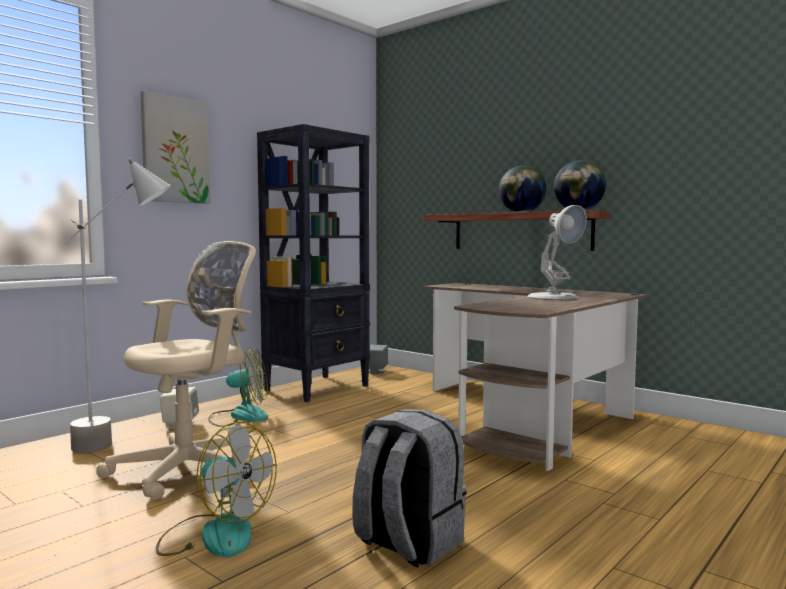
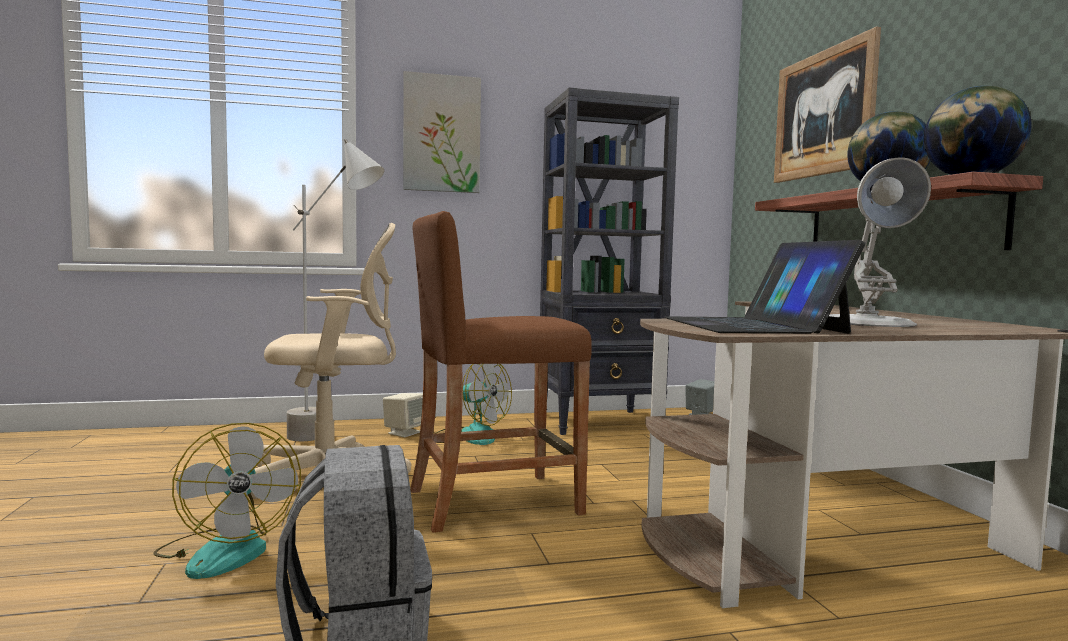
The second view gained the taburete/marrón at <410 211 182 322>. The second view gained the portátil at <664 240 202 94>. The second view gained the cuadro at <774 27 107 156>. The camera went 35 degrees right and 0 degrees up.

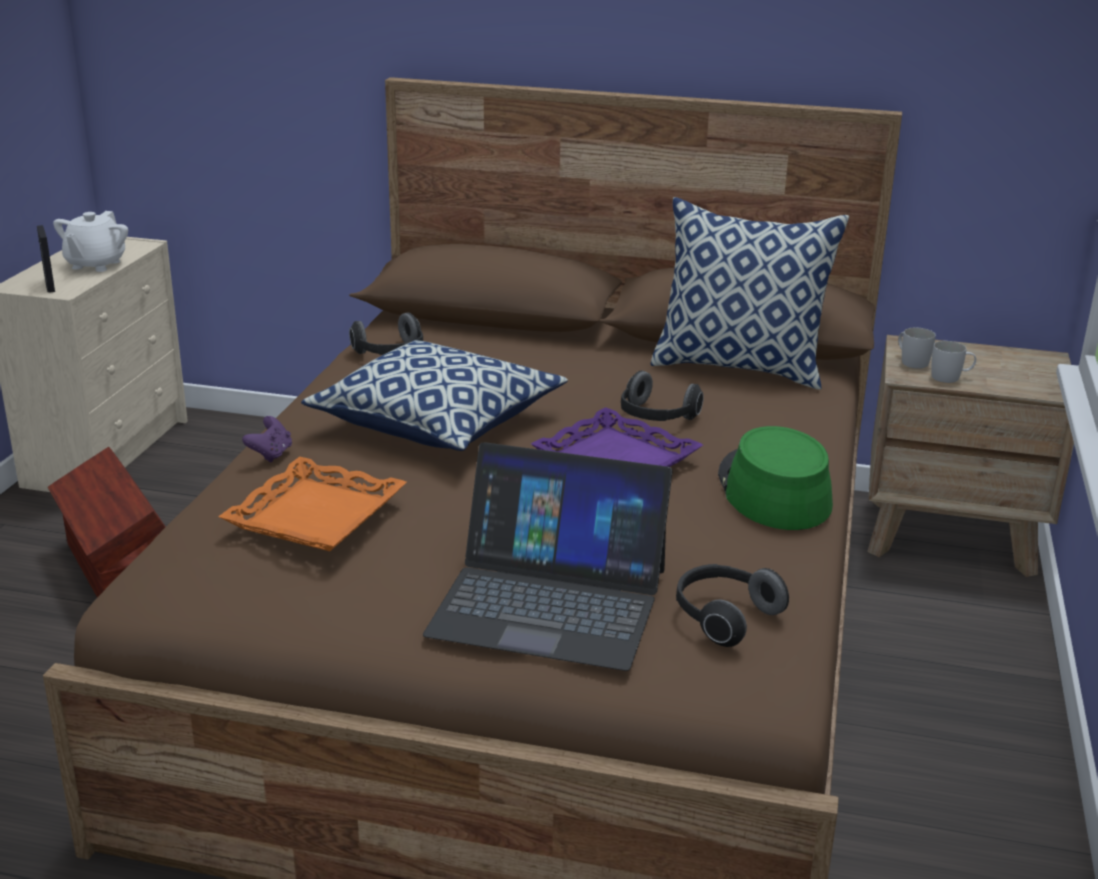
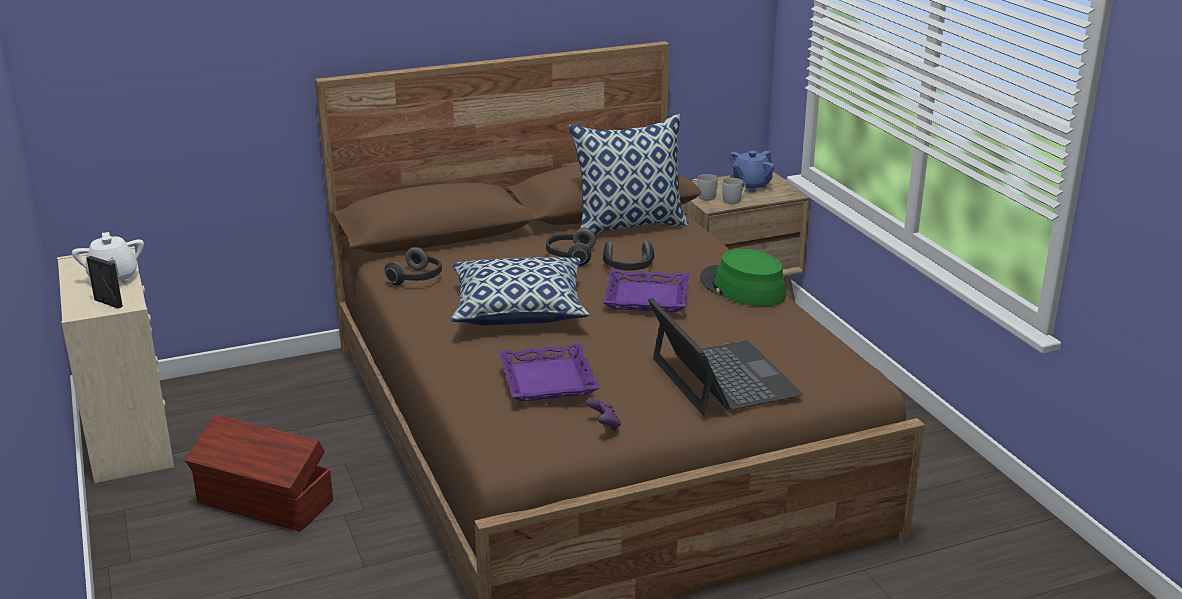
What was the bandeja/naranja at <218 457 189 94> turned into the bandeja/morado at <498 343 102 59>. The mando de consola/morado ended up elsewhere, having gone from <242 416 50 47> to <586 398 35 33>. The portátil at <423 442 250 229> ended up facing another way, 90 degrees counterclockwise from before. The auriculares ended up elsewhere, having gone from <676 564 113 83> to <546 228 50 38>. The second view gained the tetera/azul at <730 151 45 41>. The camera went 35 degrees left and 0 degrees up.

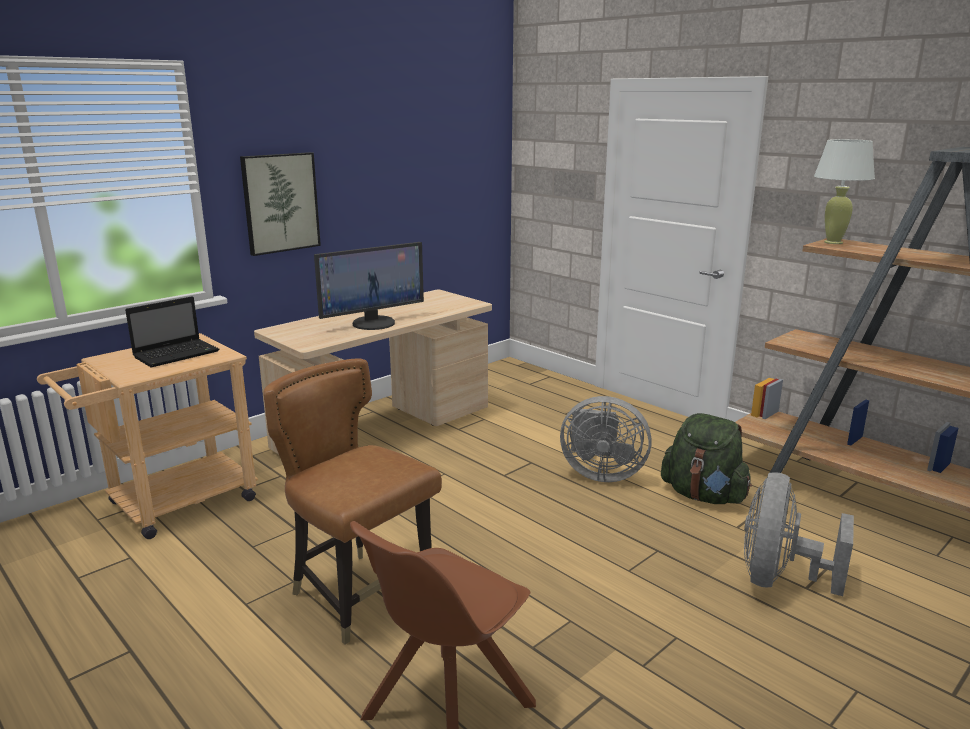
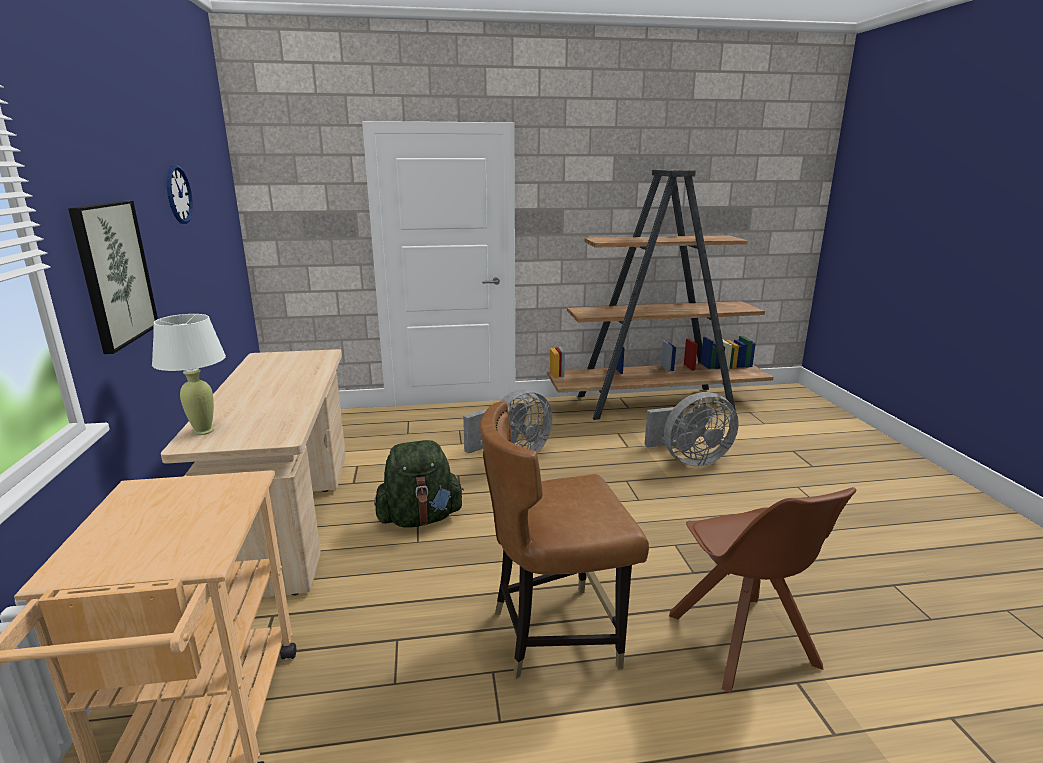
The second view lost the portátil at <125 296 94 72>. The second view lost the monitor at <314 242 110 88>. The mochila/verde ended up elsewhere, having gone from <661 413 91 91> to <374 440 90 87>. The ventilador/gris at <744 472 110 124> ended up facing another way, 75 degrees counterclockwise from before. The lámpara de mesa/blanco ended up elsewhere, having gone from <814 139 61 105> to <152 314 74 121>. The second view gained the reloj de pared at <167 165 26 59>. The camera went 55 degrees left and 0 degrees up.

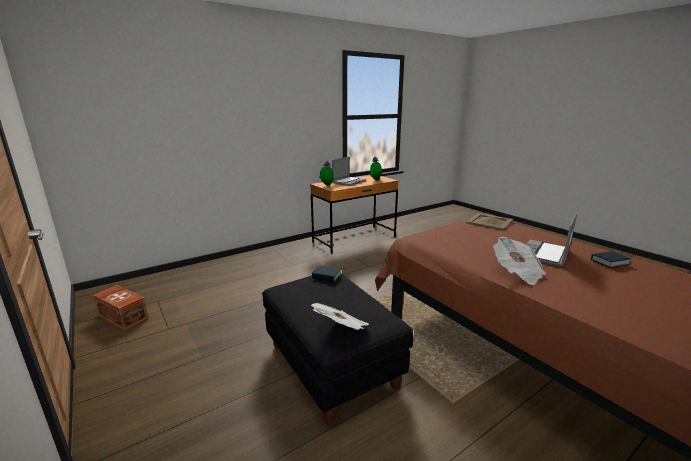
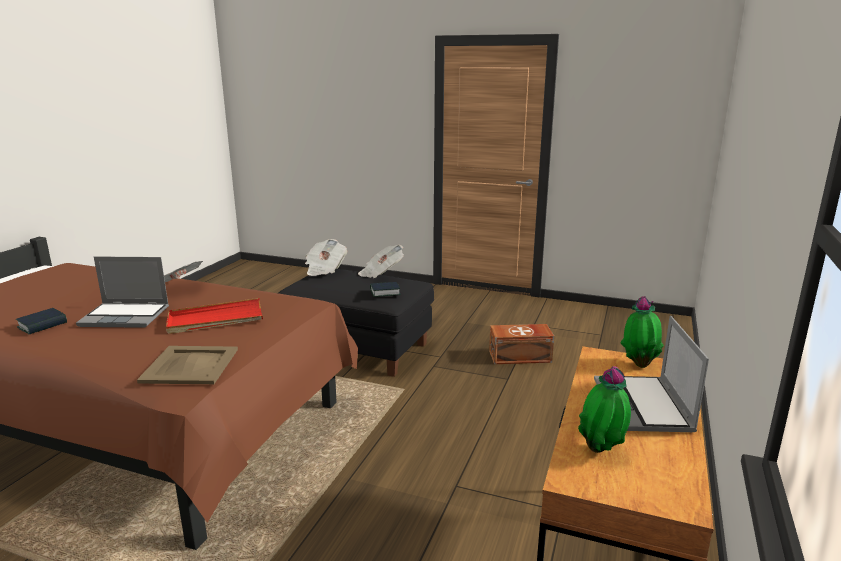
The caja de almacenaje/marrón ended up elsewhere, having gone from <93 285 55 45> to <489 324 65 40>. The portátil at <526 213 51 54> ended up facing another way, 90 degrees clockwise from before. The second view gained the bandeja/rojo at <166 298 97 36>. The second view gained the periódico at <358 245 46 33>. The camera went 145 degrees right and 0 degrees up.

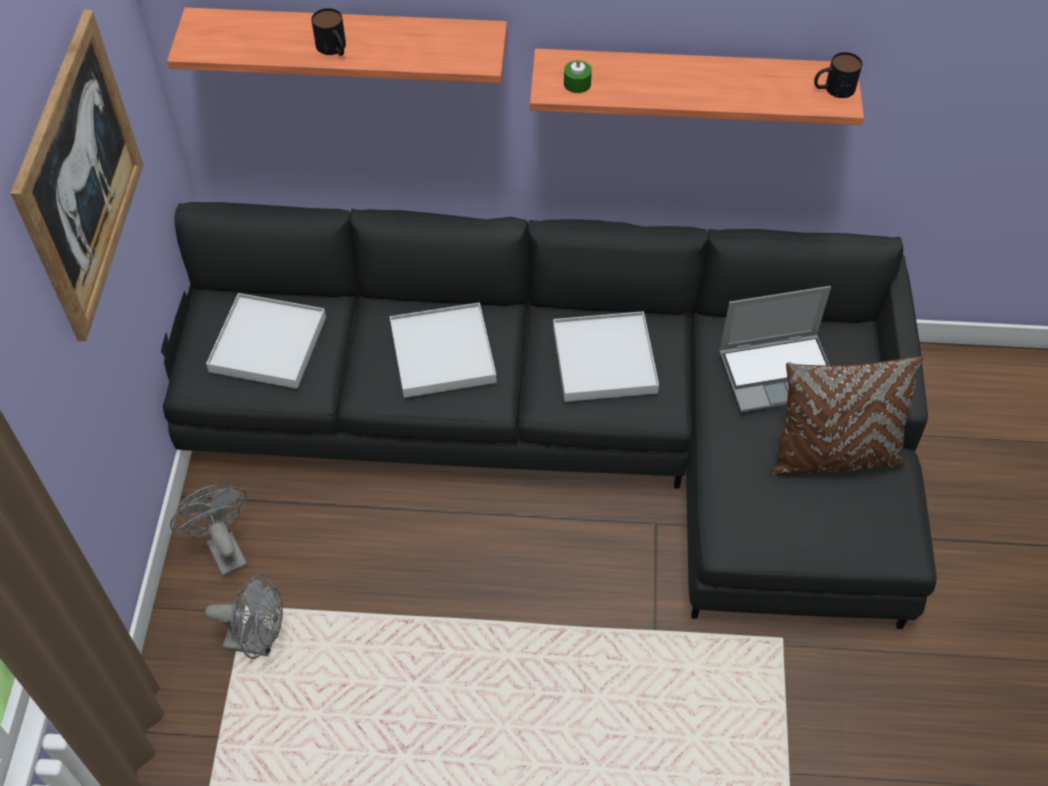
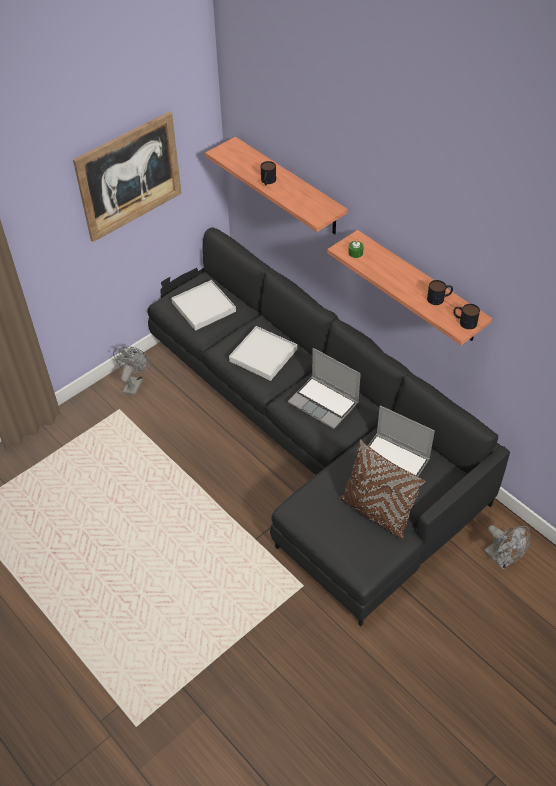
The ventilador/gris ended up elsewhere, having gone from <205 573 78 86> to <484 525 46 45>. Where the bandeja/blanco stood at <553 311 106 91>, the portátil came to stand at <288 348 73 81>. The second view gained the taza grande at <427 280 26 25>. The camera went 45 degrees right and 5 degrees down.

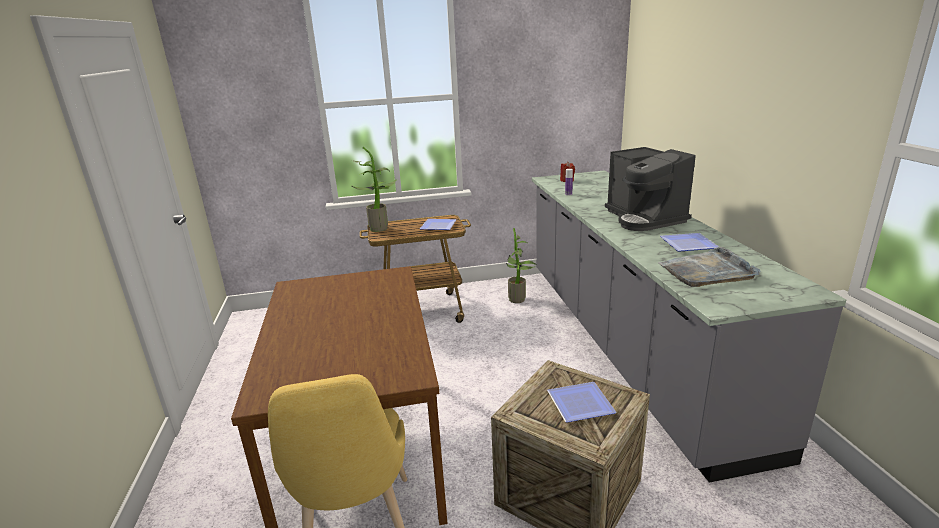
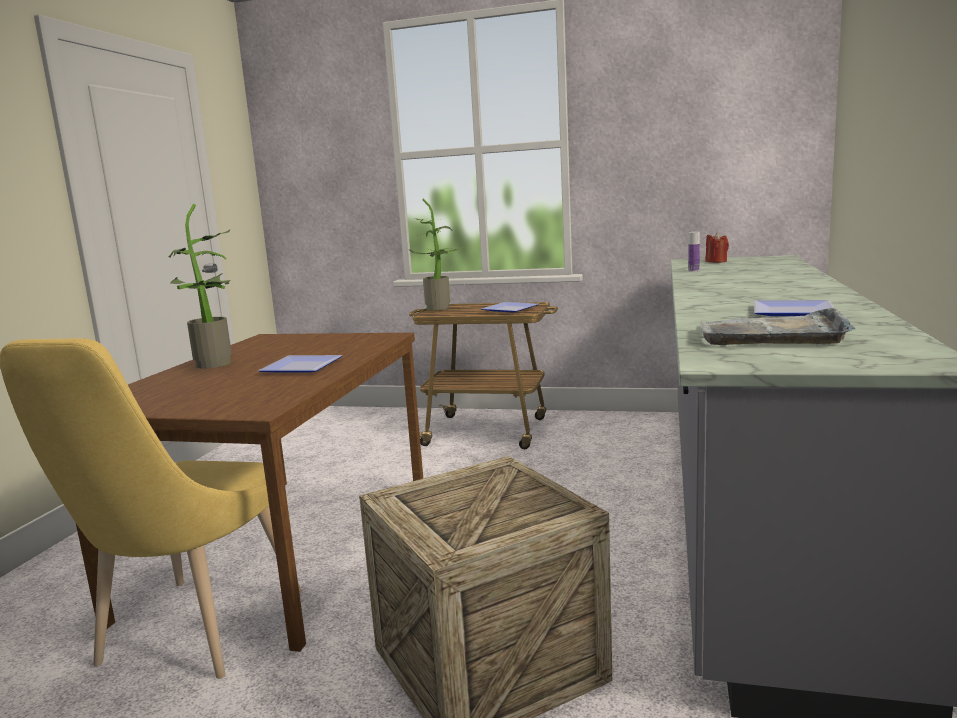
The planta en maceta ended up elsewhere, having gone from <506 228 31 75> to <169 204 63 165>. The plato ended up elsewhere, having gone from <547 382 70 41> to <258 355 84 17>. The second view lost the cafetera at <605 147 91 84>. The camera went 25 degrees right and 10 degrees down.

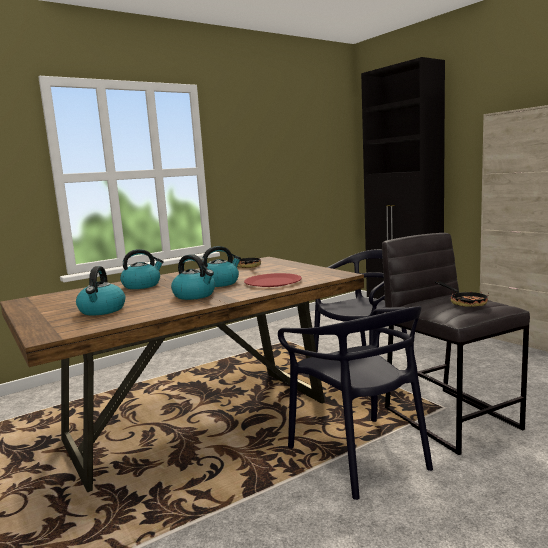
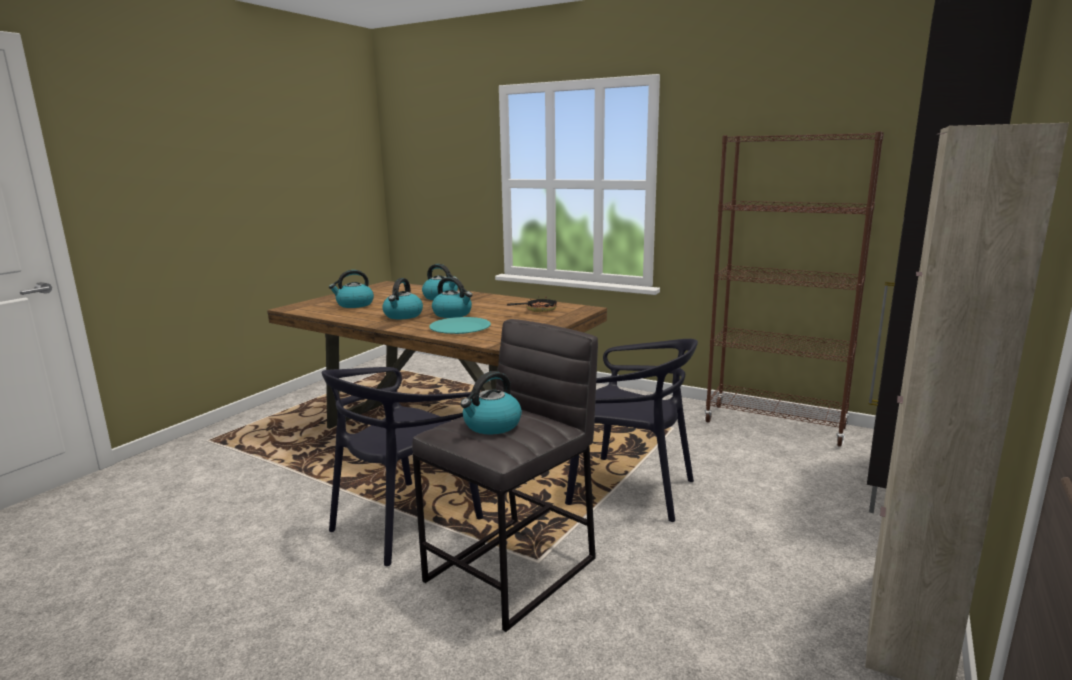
What was the plato/rojo at <244 273 58 14> turned into the plato/turquesa at <429 317 62 17>. Where the sartén stood at <435 281 54 26>, the hervidor came to stand at <460 371 62 64>. The second view gained the estantería/marrón at <704 131 180 315>. The camera went 65 degrees right and 5 degrees up.

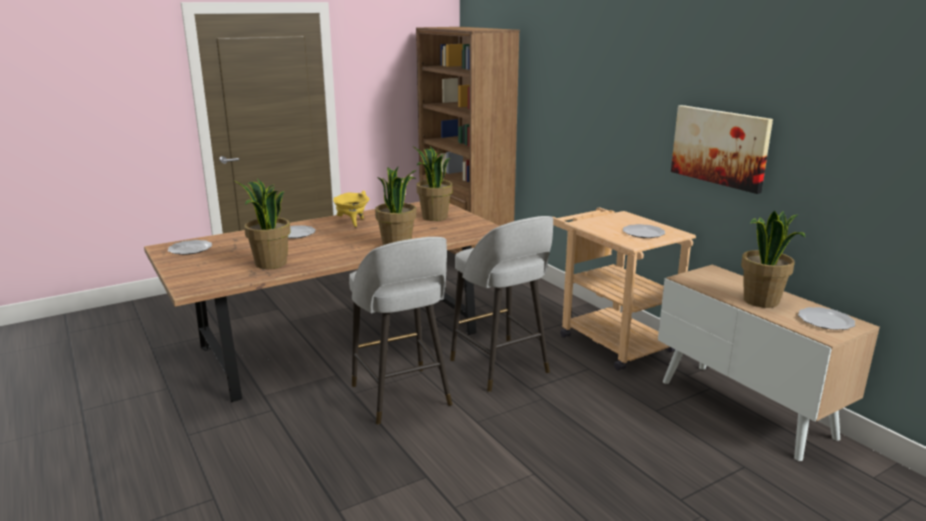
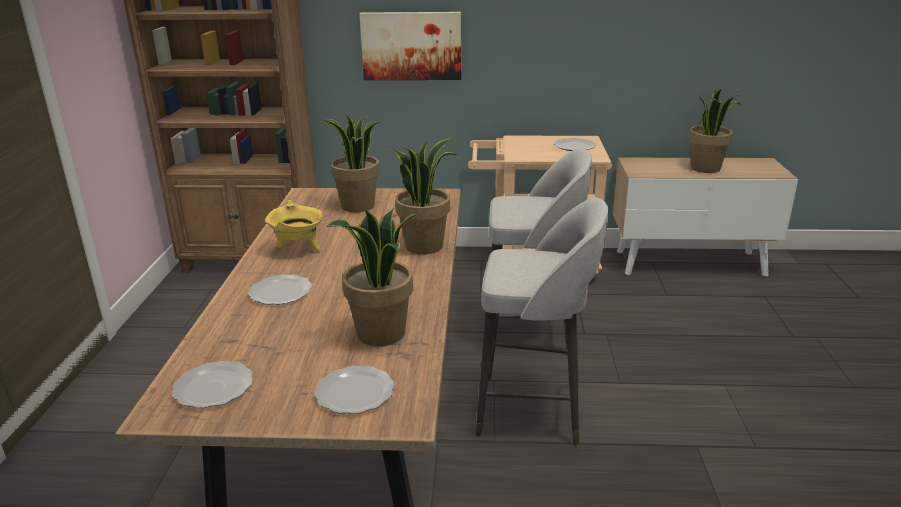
The cuadro ended up elsewhere, having gone from <671 105 102 89> to <359 12 102 68>. The plato ended up elsewhere, having gone from <798 307 57 23> to <314 366 81 48>. The camera went 55 degrees left and 5 degrees up.

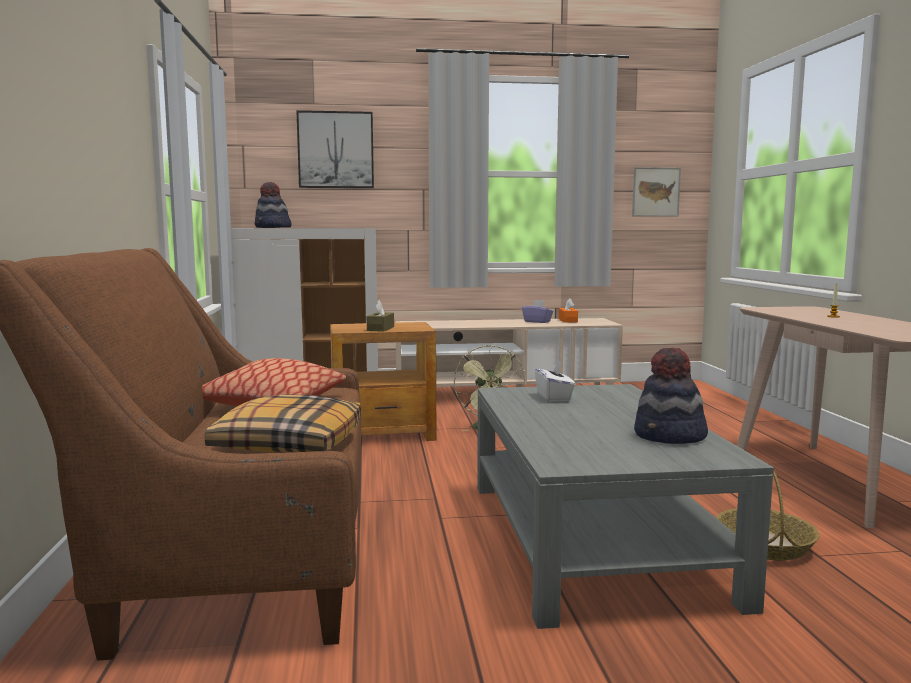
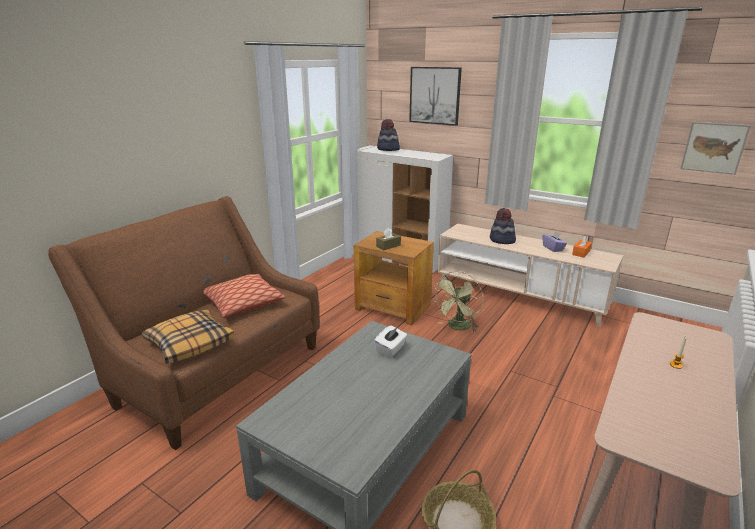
The sombrero ended up elsewhere, having gone from <634 348 74 96> to <490 208 26 36>. The camera went 40 degrees right and 15 degrees up.

